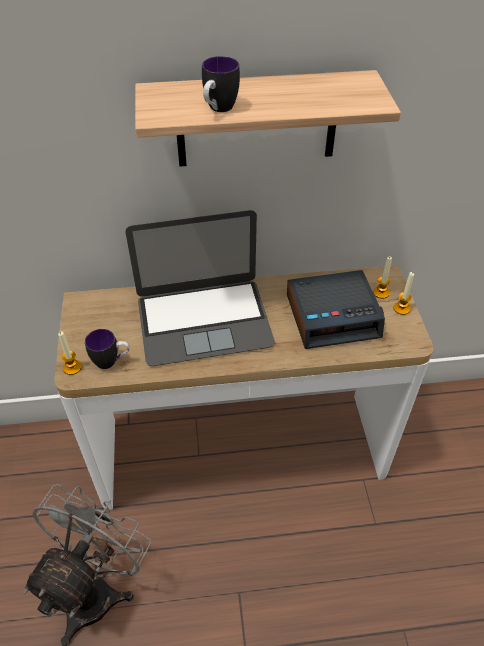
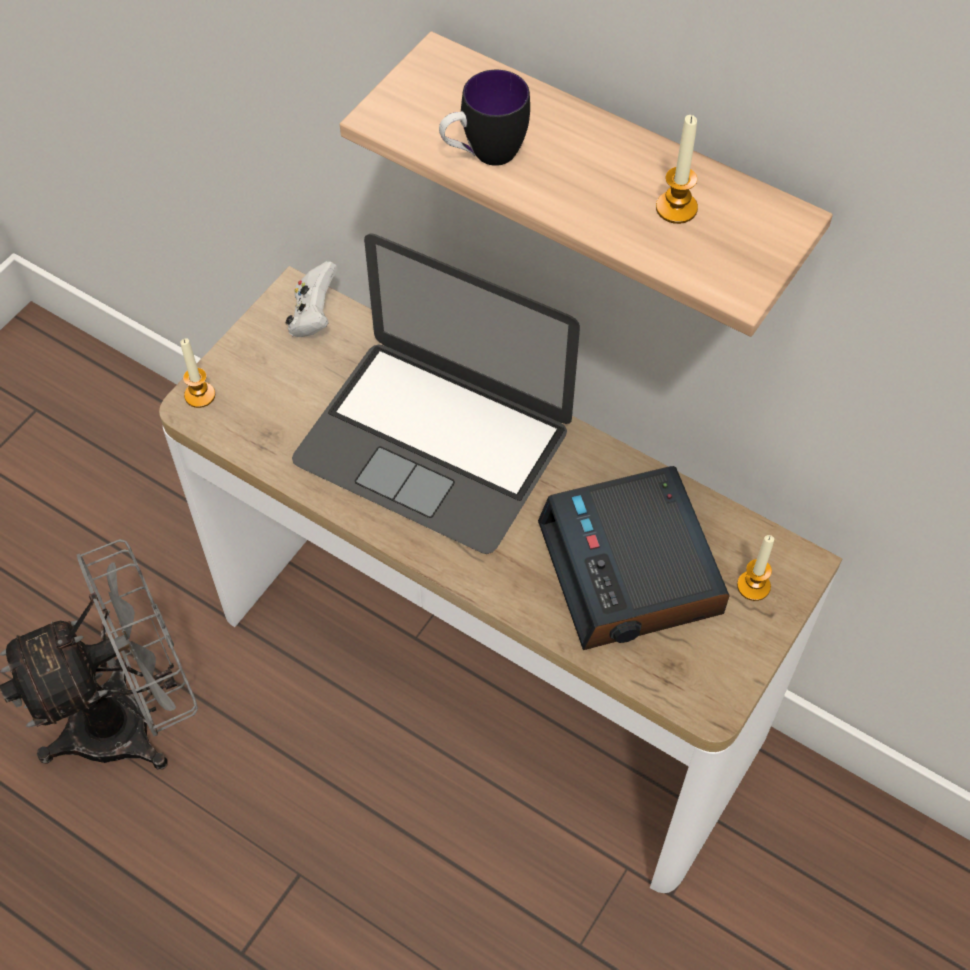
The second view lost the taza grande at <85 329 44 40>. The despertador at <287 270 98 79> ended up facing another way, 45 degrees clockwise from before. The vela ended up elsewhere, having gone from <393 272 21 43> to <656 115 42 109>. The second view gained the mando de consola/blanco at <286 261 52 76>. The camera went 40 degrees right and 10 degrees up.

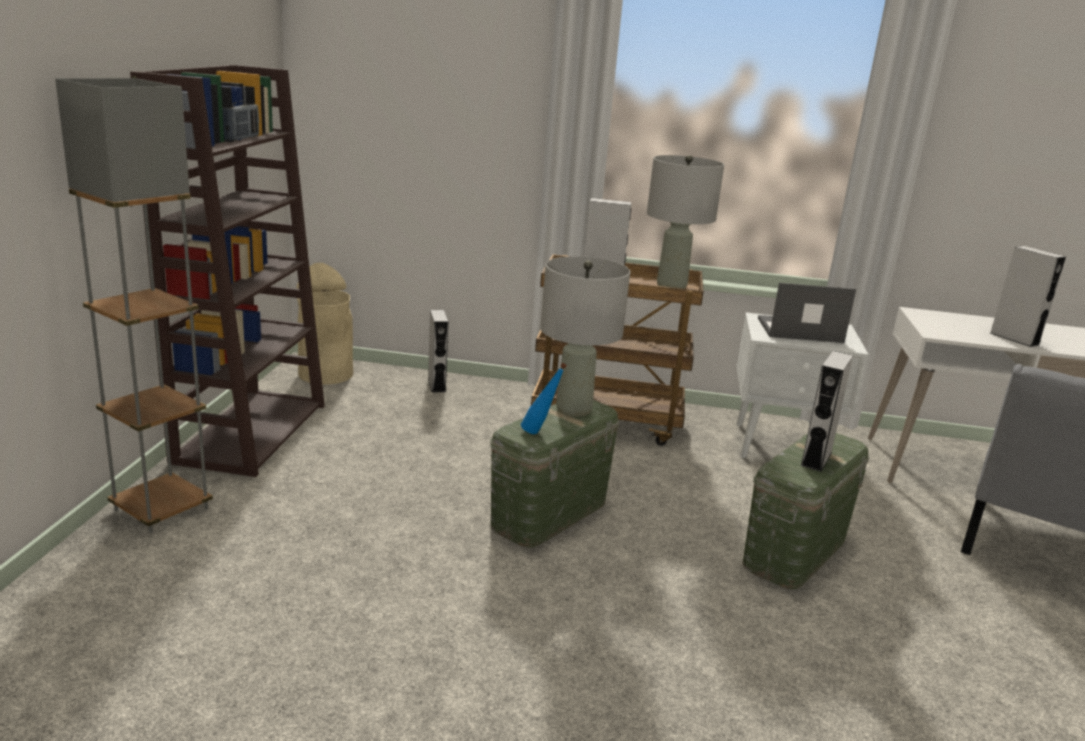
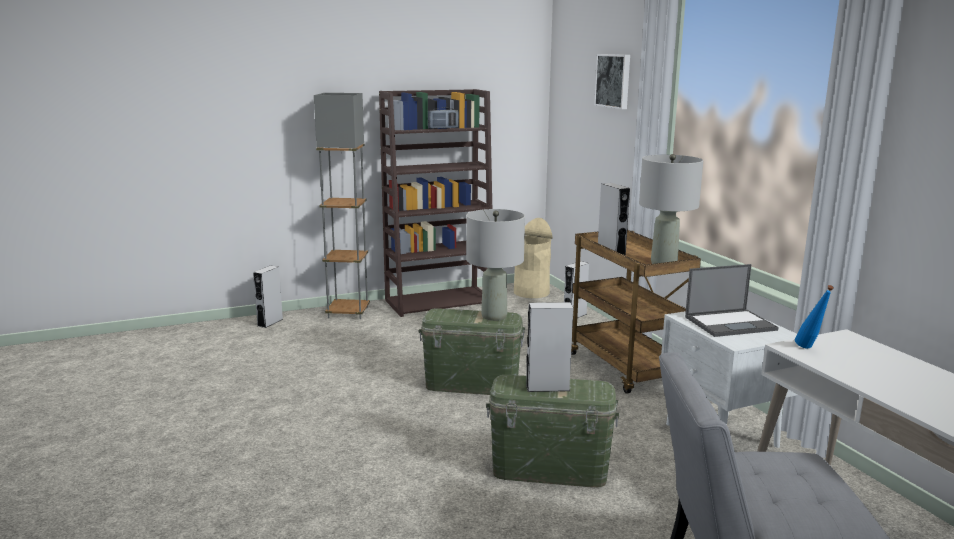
The botella/azul ended up elsewhere, having gone from <521 363 46 71> to <795 285 39 63>. The portátil at <758 283 98 60> ended up facing another way, 105 degrees clockwise from before. The altavoz/gris ended up elsewhere, having gone from <990 246 76 101> to <253 266 30 62>. The second view gained the cuadro at <594 54 36 55>. The camera went 60 degrees right and 5 degrees down.

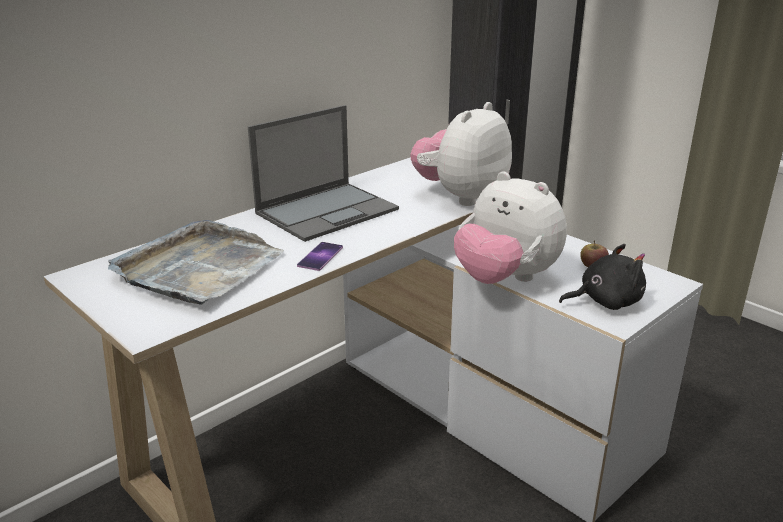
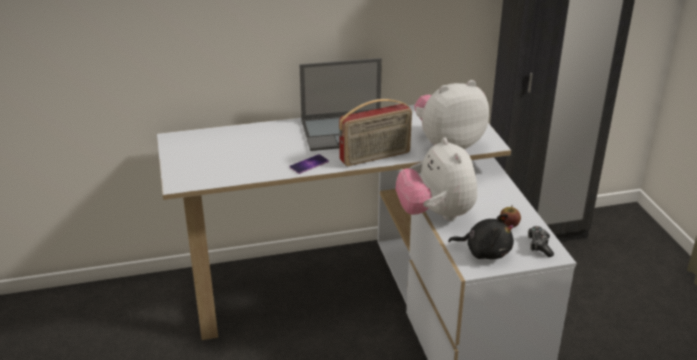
The second view lost the bandeja/gris at <108 220 176 85>. The second view gained the radio at <339 99 73 67>. The second view gained the mando de consola at <528 226 26 31>. The camera went 30 degrees right and 5 degrees up.

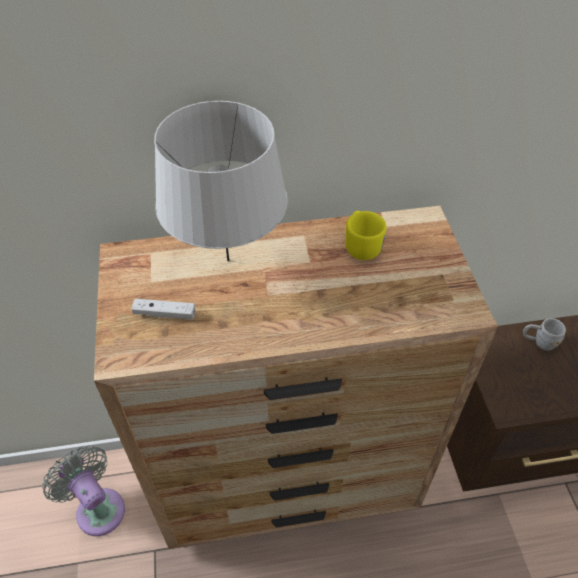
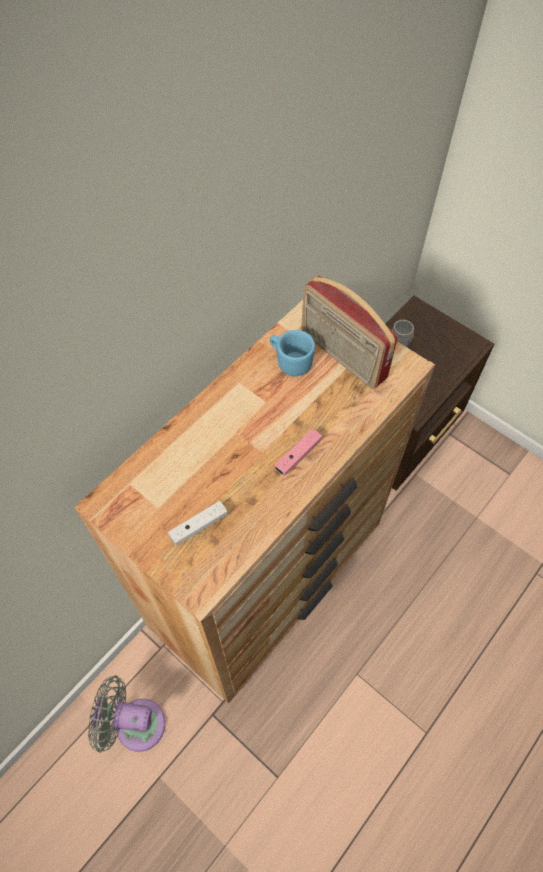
The second view lost the lámpara de mesa/gris at <154 101 134 160>. What was the taza grande/amarillo at <345 211 41 49> turned into the taza grande/azul at <270 330 45 46>. The second view gained the mando de consola/rosa at <274 429 48 47>. The second view gained the radio at <301 276 97 113>. The camera went 40 degrees left and 10 degrees up.

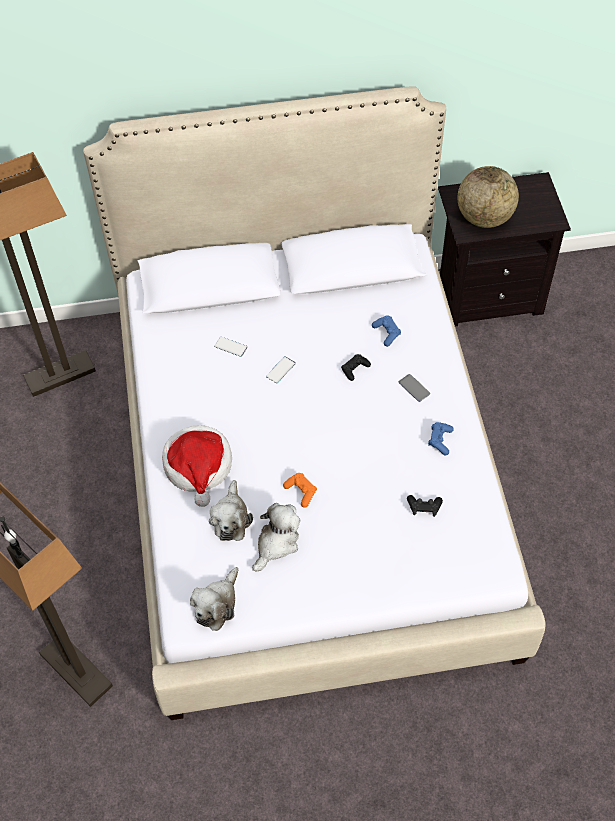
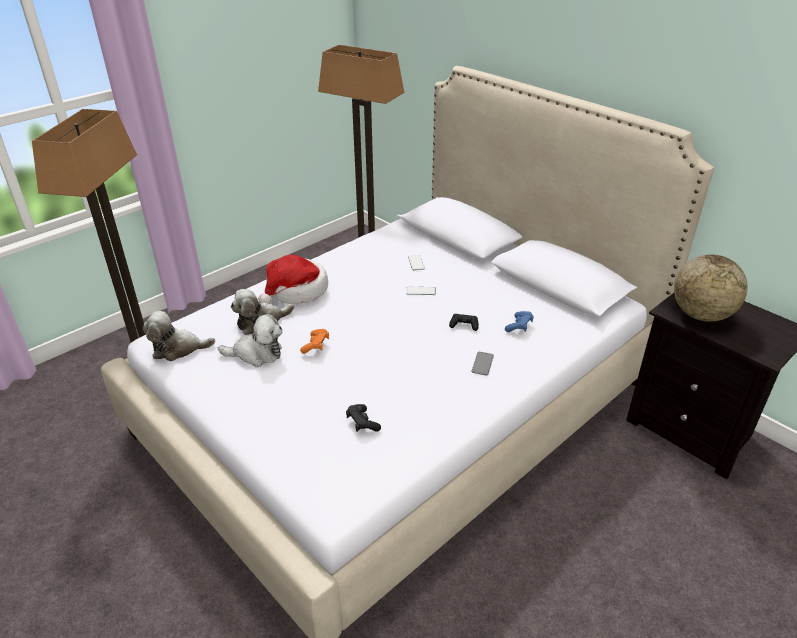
The second view lost the mando de consola/azul at <428 422 25 33>. The camera went 55 degrees right and 20 degrees down.

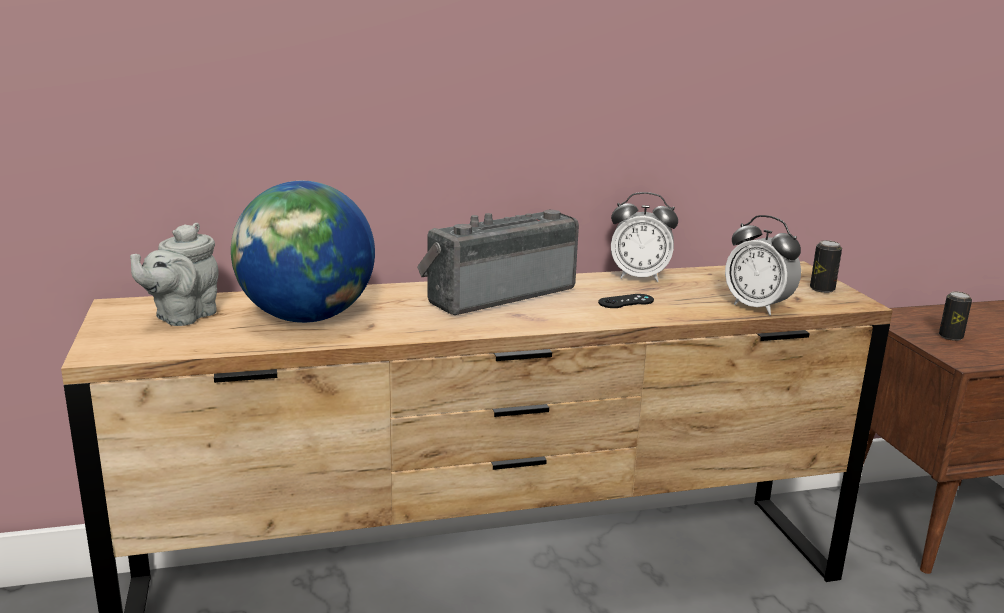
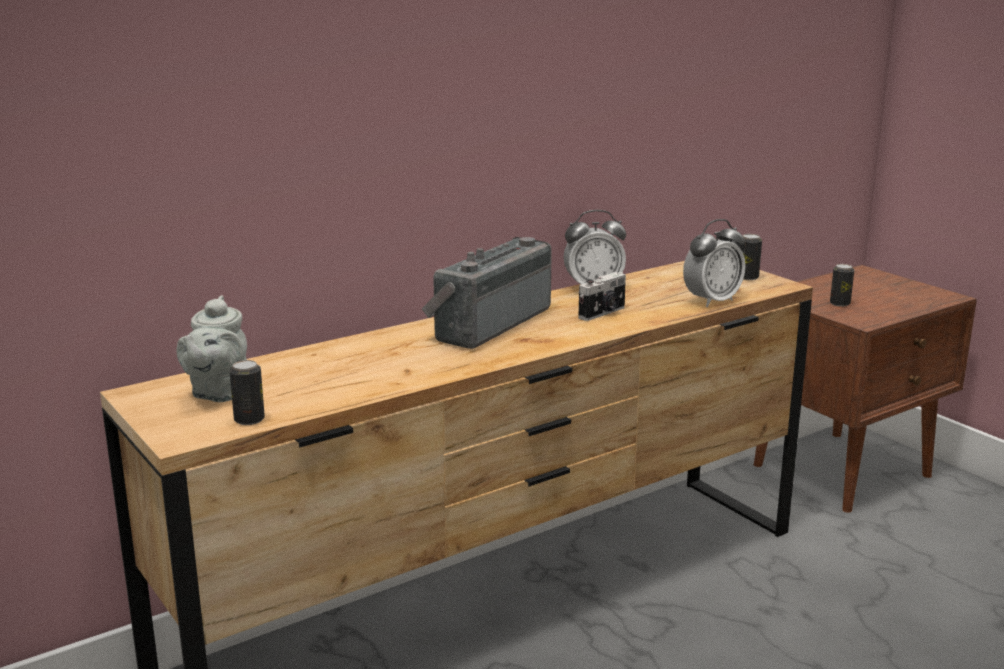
The second view lost the globo terráqueo at <231 181 144 142>. Where the mando de consola/negro stood at <598 294 56 14>, the cámara came to stand at <578 272 48 49>. The despertador at <725 215 76 100> ended up facing another way, 60 degrees counterclockwise from before. The second view gained the lata at <229 360 36 65>. The camera went 20 degrees left and 0 degrees up.

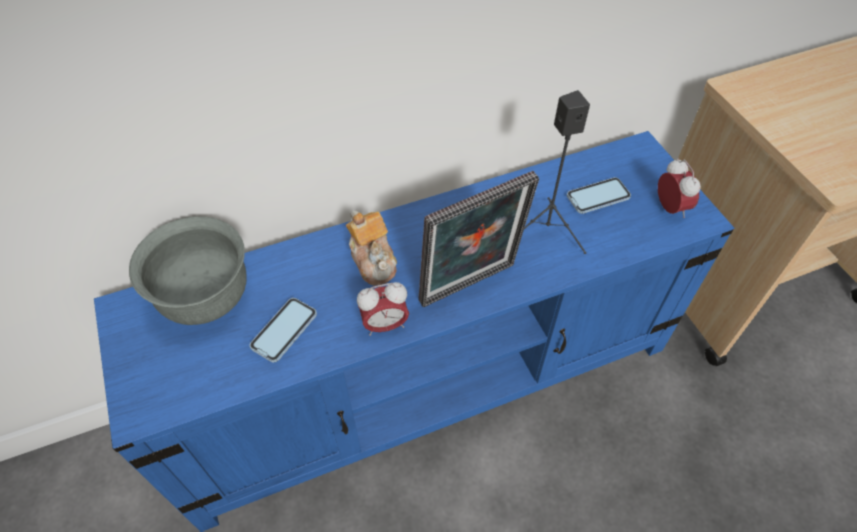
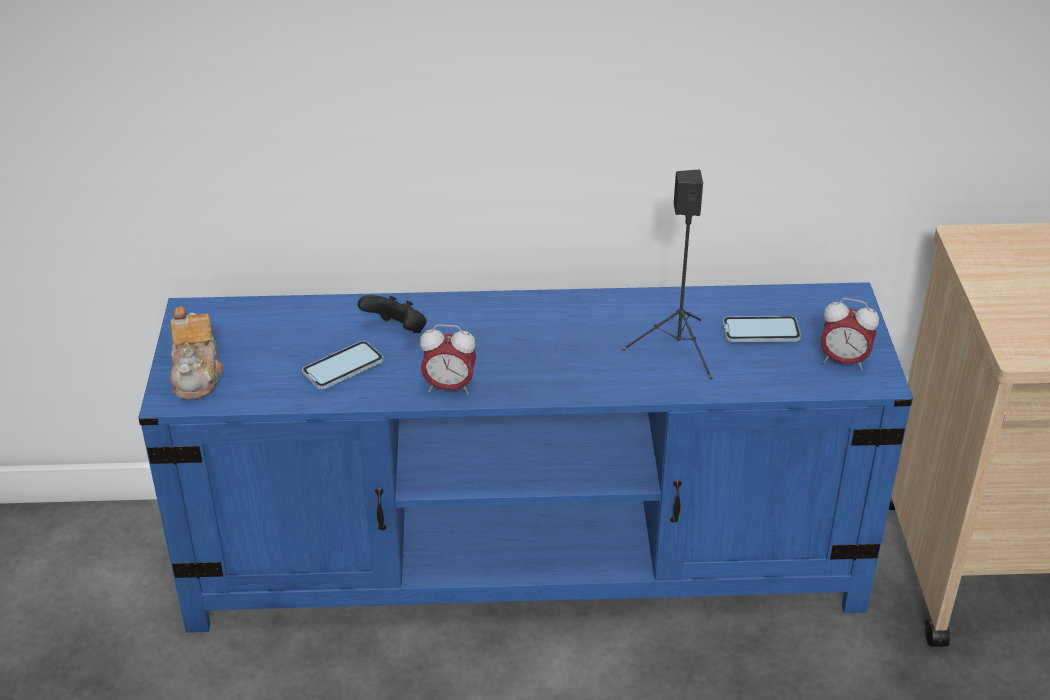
The second view lost the cuenco/gris at <129 216 118 109>. The tetera ended up elsewhere, having gone from <346 211 51 75> to <170 306 54 93>. The second view lost the portarretratos at <419 171 120 136>. The despertador at <658 158 43 60> ended up facing another way, 105 degrees clockwise from before. The second view gained the mando de consola/negro at <358 295 69 38>. The camera went 20 degrees right and 15 degrees down.

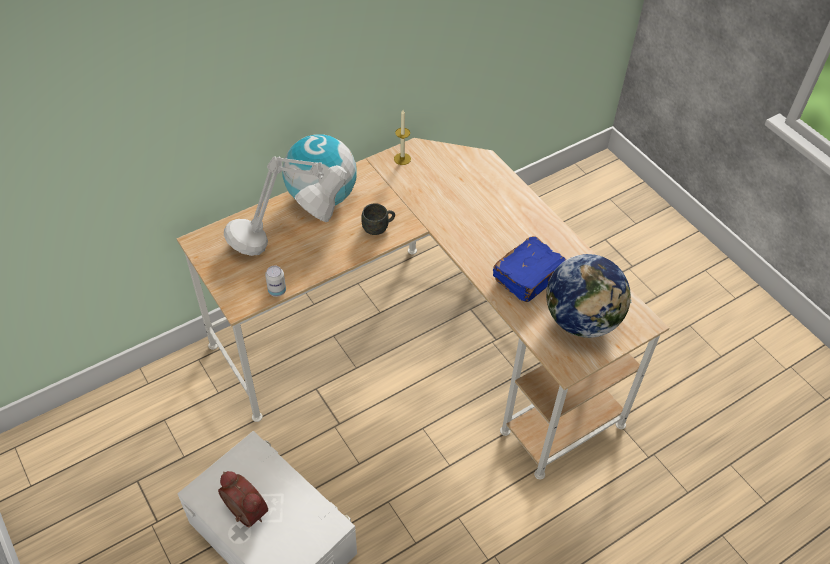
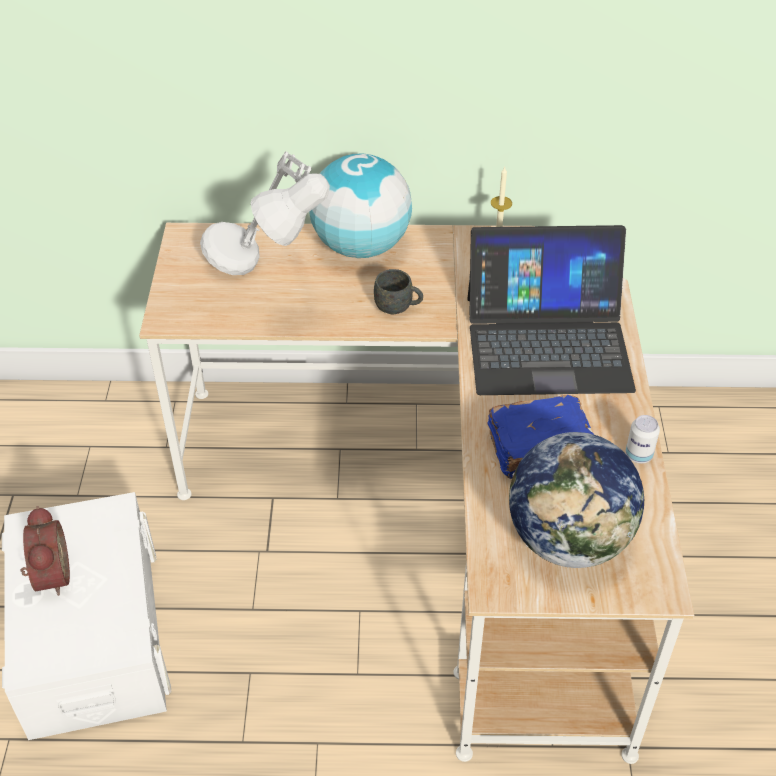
The lata ended up elsewhere, having gone from <265 266 21 31> to <625 415 35 48>. The second view gained the portátil at <468 225 168 170>. The camera went 35 degrees right and 5 degrees down.

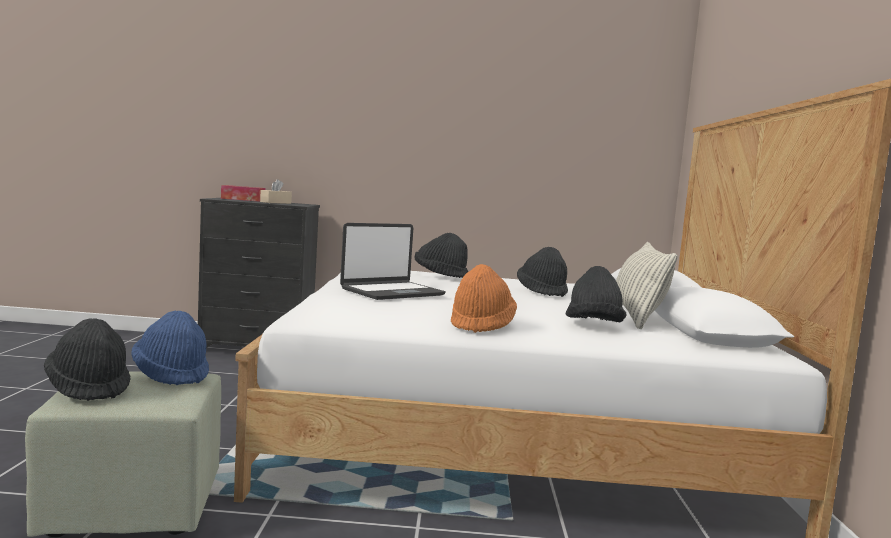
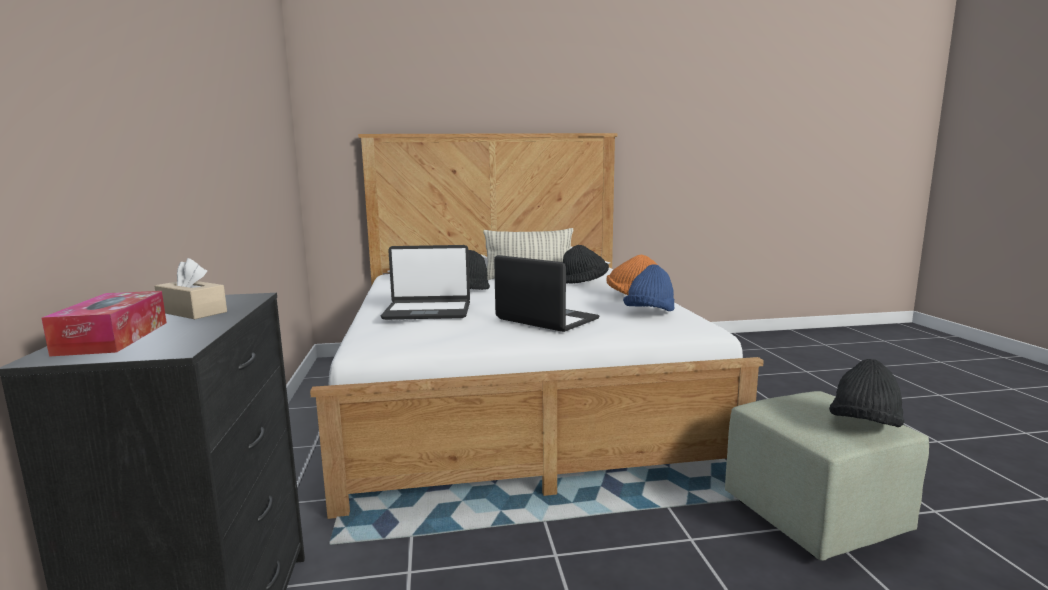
The sombrero/azul ended up elsewhere, having gone from <131 311 78 74> to <623 264 51 47>. Where the sombrero/negro stood at <415 233 53 45>, the portátil came to stand at <381 245 89 75>. The camera went 100 degrees left and 5 degrees up.

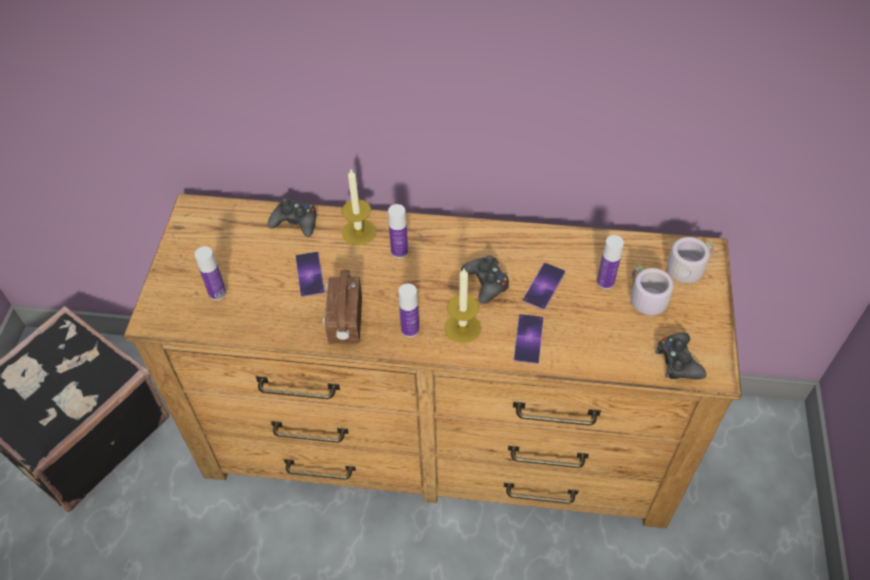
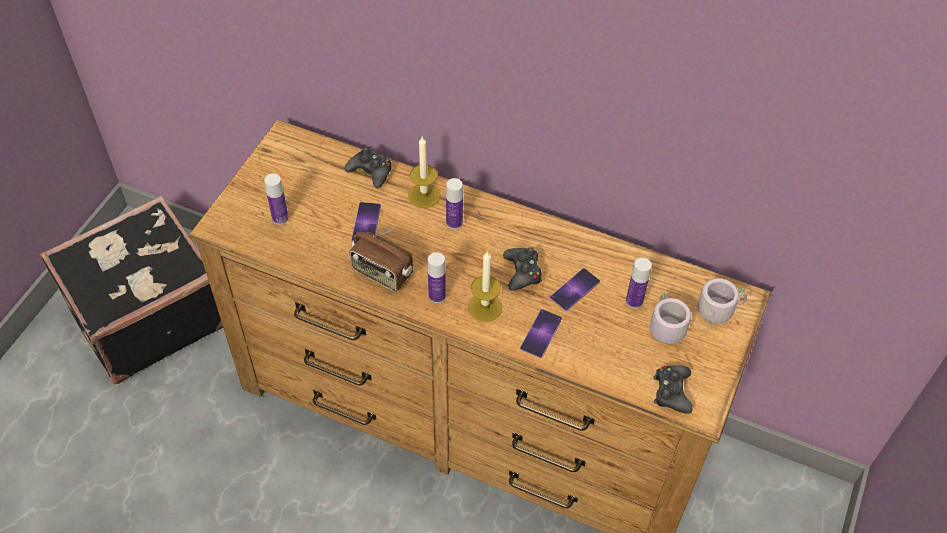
The radio at <323 270 39 74> ended up facing another way, 75 degrees counterclockwise from before. The camera went 15 degrees right and 0 degrees up.

